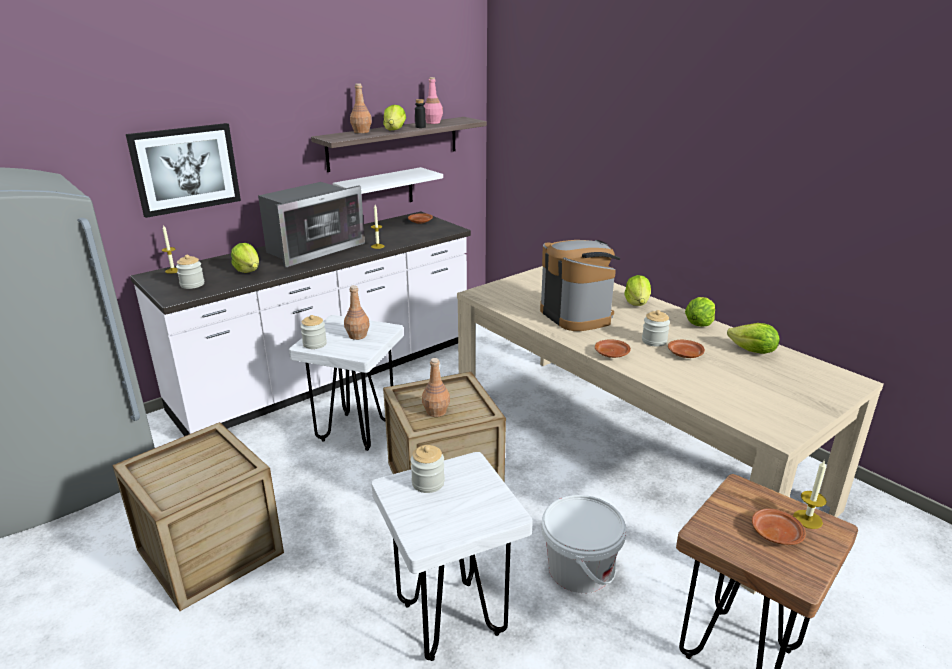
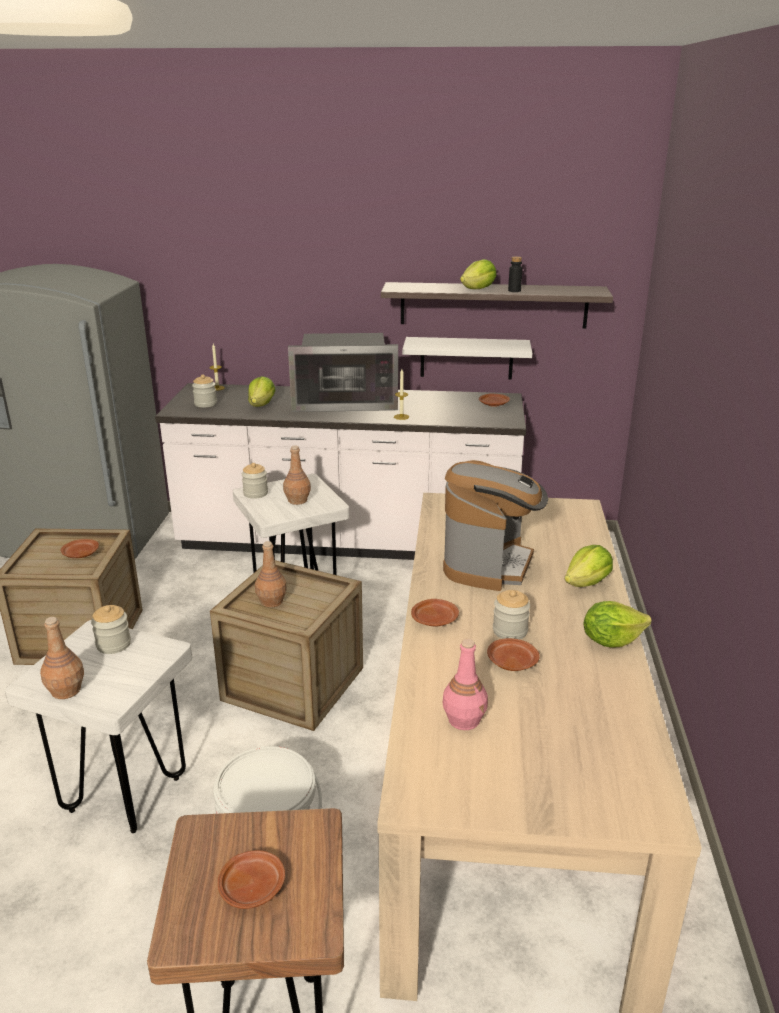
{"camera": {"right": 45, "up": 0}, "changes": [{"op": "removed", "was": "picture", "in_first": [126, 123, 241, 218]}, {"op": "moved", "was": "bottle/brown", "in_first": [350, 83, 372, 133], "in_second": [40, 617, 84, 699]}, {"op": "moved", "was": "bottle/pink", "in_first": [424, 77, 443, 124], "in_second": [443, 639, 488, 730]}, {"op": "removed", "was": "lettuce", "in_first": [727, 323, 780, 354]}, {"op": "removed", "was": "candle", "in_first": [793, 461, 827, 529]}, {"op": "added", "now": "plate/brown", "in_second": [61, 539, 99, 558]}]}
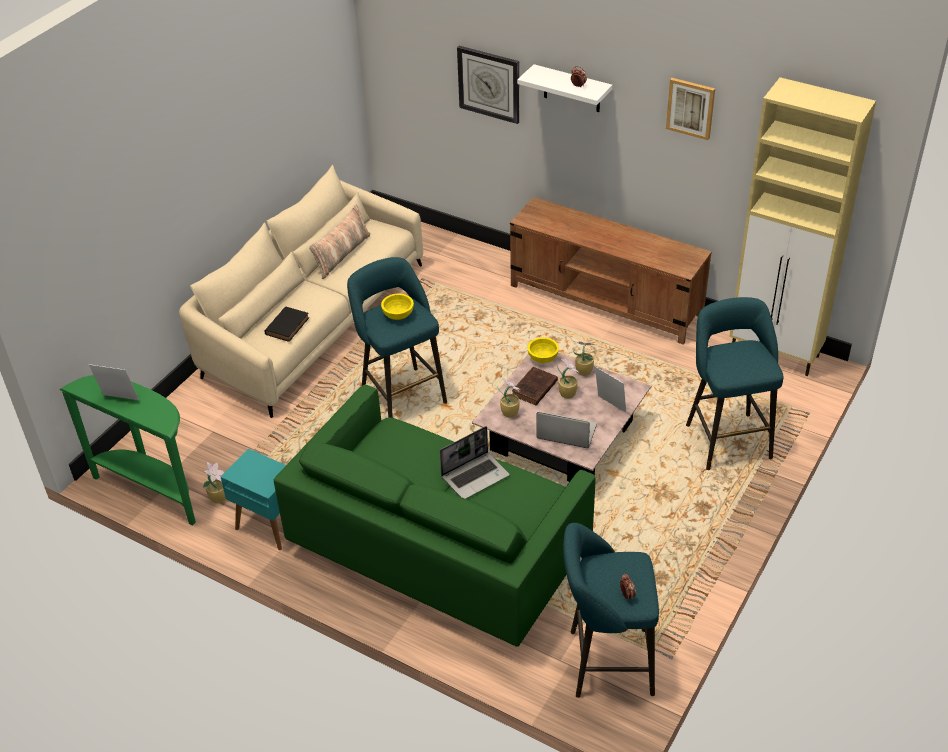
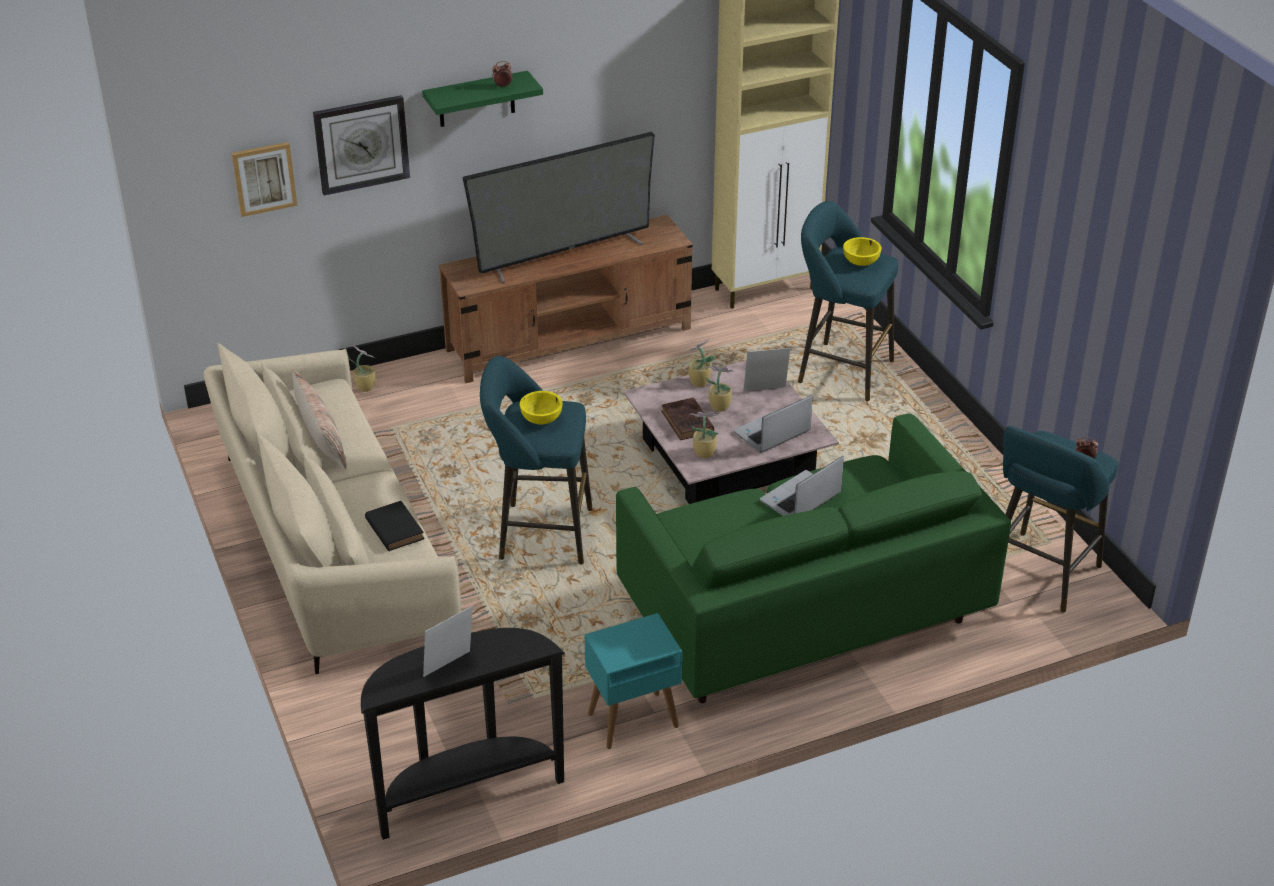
{"camera": {"right": -55, "up": -5}, "changes": [{"op": "recoloured", "was": "console table/green", "now": "console table/black", "in_first": [60, 375, 196, 526], "in_second": [361, 628, 565, 840]}, {"op": "moved", "was": "potted plant", "in_first": [203, 462, 225, 503], "in_second": [348, 345, 376, 392]}, {"op": "turned", "was": "laptop", "in_first": [440, 426, 510, 499], "in_second": [760, 456, 844, 516], "clockwise": -135}, {"op": "recoloured", "was": "shelf/white", "now": "shelf/green", "in_first": [517, 64, 612, 112], "in_second": [422, 71, 543, 127]}, {"op": "moved", "was": "bowl/yellow", "in_first": [527, 337, 559, 363], "in_second": [843, 237, 882, 266]}, {"op": "moved", "was": "picture", "in_first": [666, 78, 715, 140], "in_second": [232, 142, 298, 217]}, {"op": "added", "now": "television", "in_second": [463, 132, 655, 284]}]}
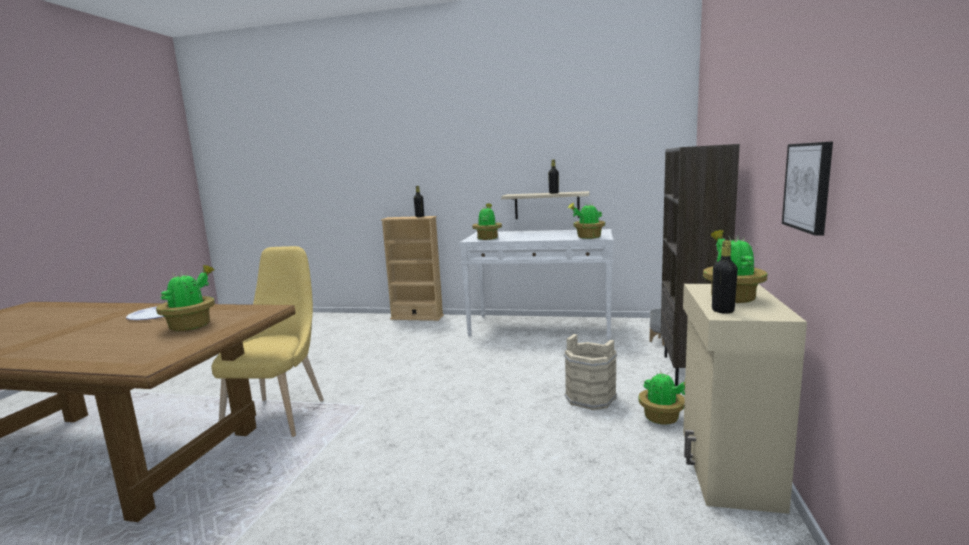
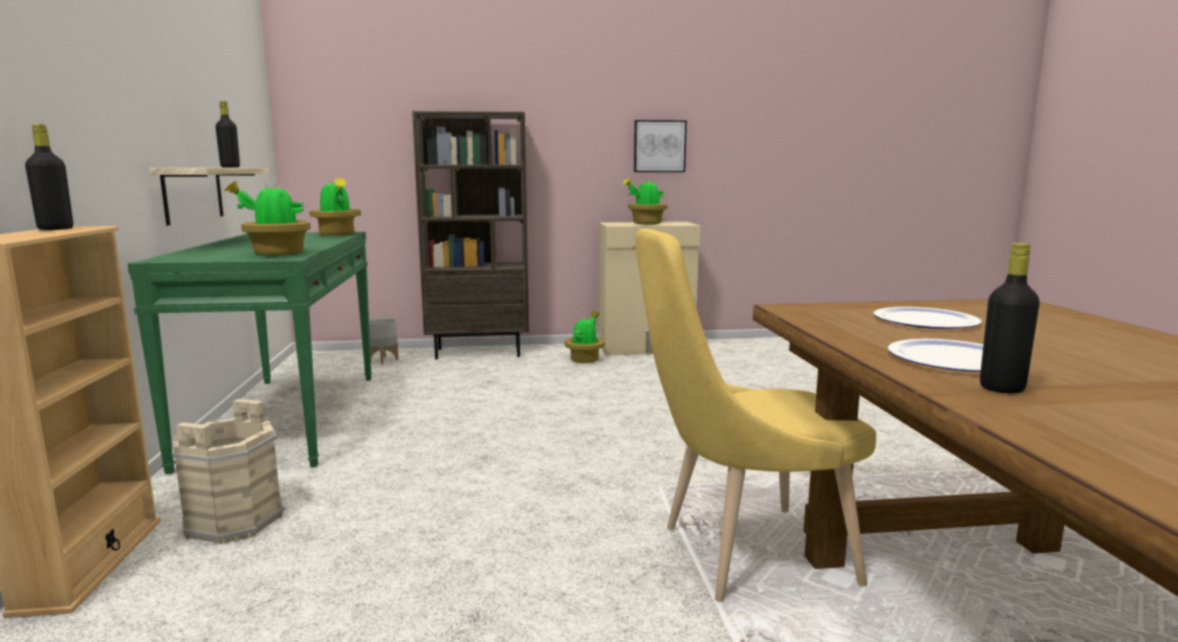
{"camera": {"right": -110, "up": 0}, "changes": [{"op": "replaced", "was": "potted plant", "now": "plate", "in_first": [156, 265, 215, 331], "in_second": [873, 307, 982, 329]}, {"op": "recoloured", "was": "console table/white", "now": "console table/green", "in_first": [459, 229, 614, 340], "in_second": [127, 232, 372, 474]}, {"op": "moved", "was": "bucket/beige", "in_first": [564, 334, 617, 410], "in_second": [172, 399, 285, 544]}, {"op": "moved", "was": "bottle/black", "in_first": [712, 240, 738, 314], "in_second": [980, 243, 1040, 393]}]}
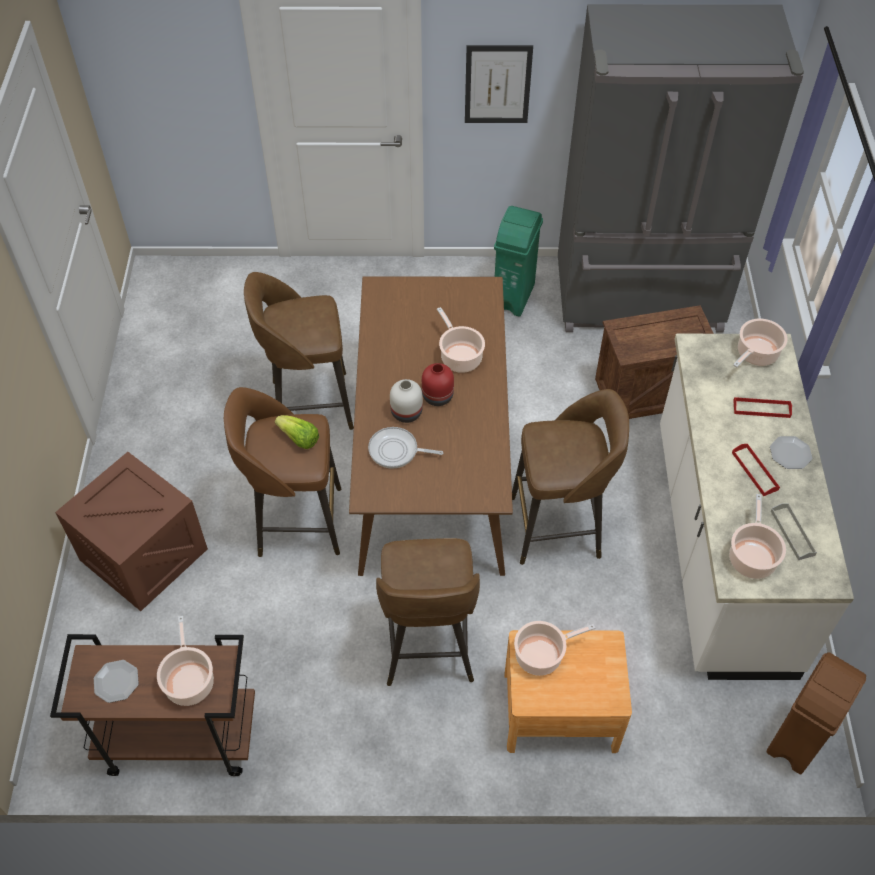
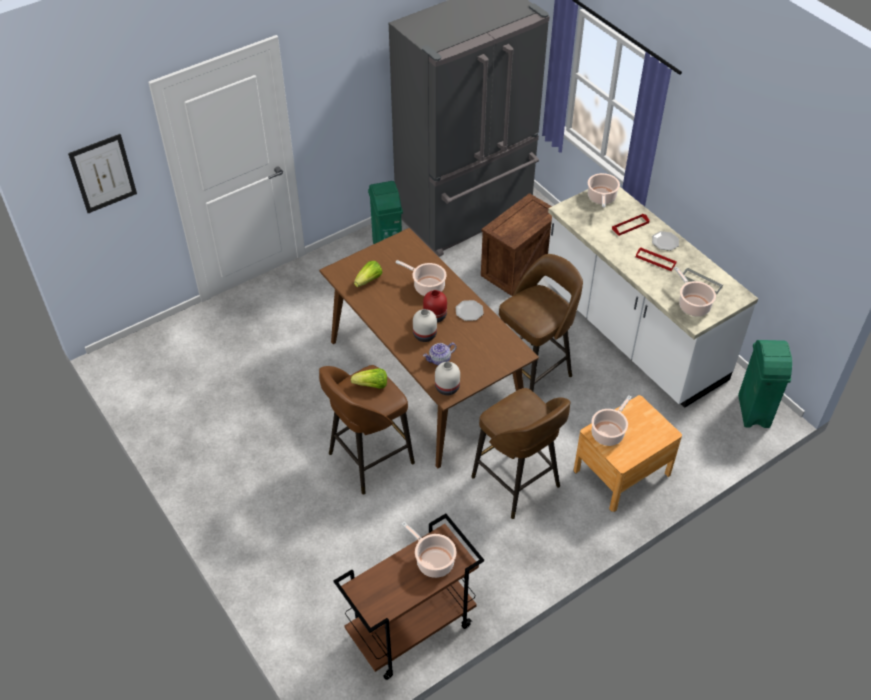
{"camera": {"right": -35, "up": -5}, "changes": [{"op": "removed", "was": "crate", "in_first": [55, 452, 208, 611]}, {"op": "moved", "was": "plate", "in_first": [94, 660, 139, 703], "in_second": [456, 300, 484, 321]}, {"op": "removed", "was": "stool/brown", "in_first": [244, 272, 354, 430]}, {"op": "replaced", "was": "frying pan", "now": "teapot", "in_first": [368, 427, 443, 469], "in_second": [423, 343, 456, 365]}, {"op": "moved", "was": "picture", "in_first": [465, 45, 533, 123], "in_second": [68, 134, 137, 213]}, {"op": "recoloured", "was": "trash can/brown", "now": "trash can/green", "in_first": [767, 652, 866, 774], "in_second": [738, 340, 792, 428]}, {"op": "added", "now": "lettuce", "in_second": [354, 261, 382, 287]}, {"op": "added", "now": "vase/white", "in_second": [435, 362, 460, 395]}]}
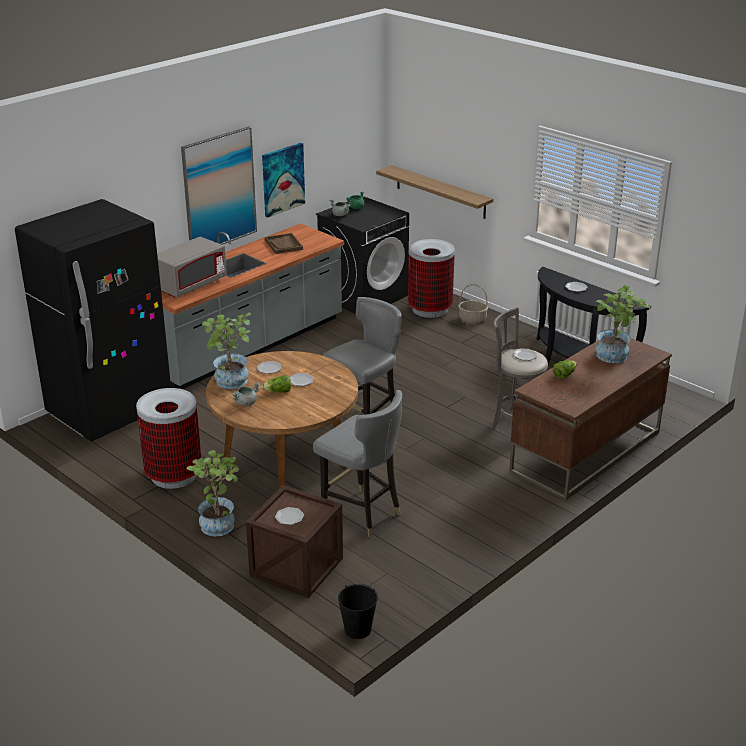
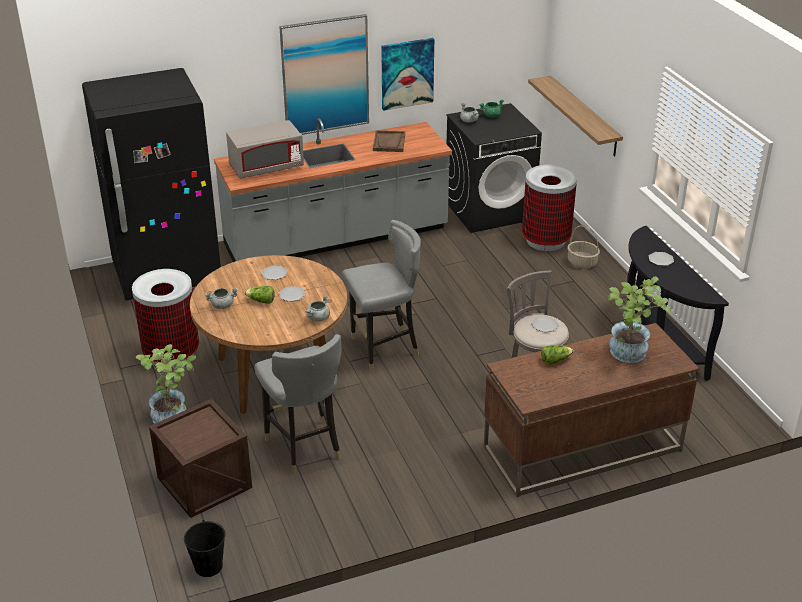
{"camera": {"right": 25, "up": 5}, "changes": [{"op": "removed", "was": "potted plant", "in_first": [202, 313, 251, 389]}, {"op": "removed", "was": "plate", "in_first": [275, 507, 304, 525]}, {"op": "added", "now": "cooking pot/grey", "in_second": [306, 295, 330, 322]}]}
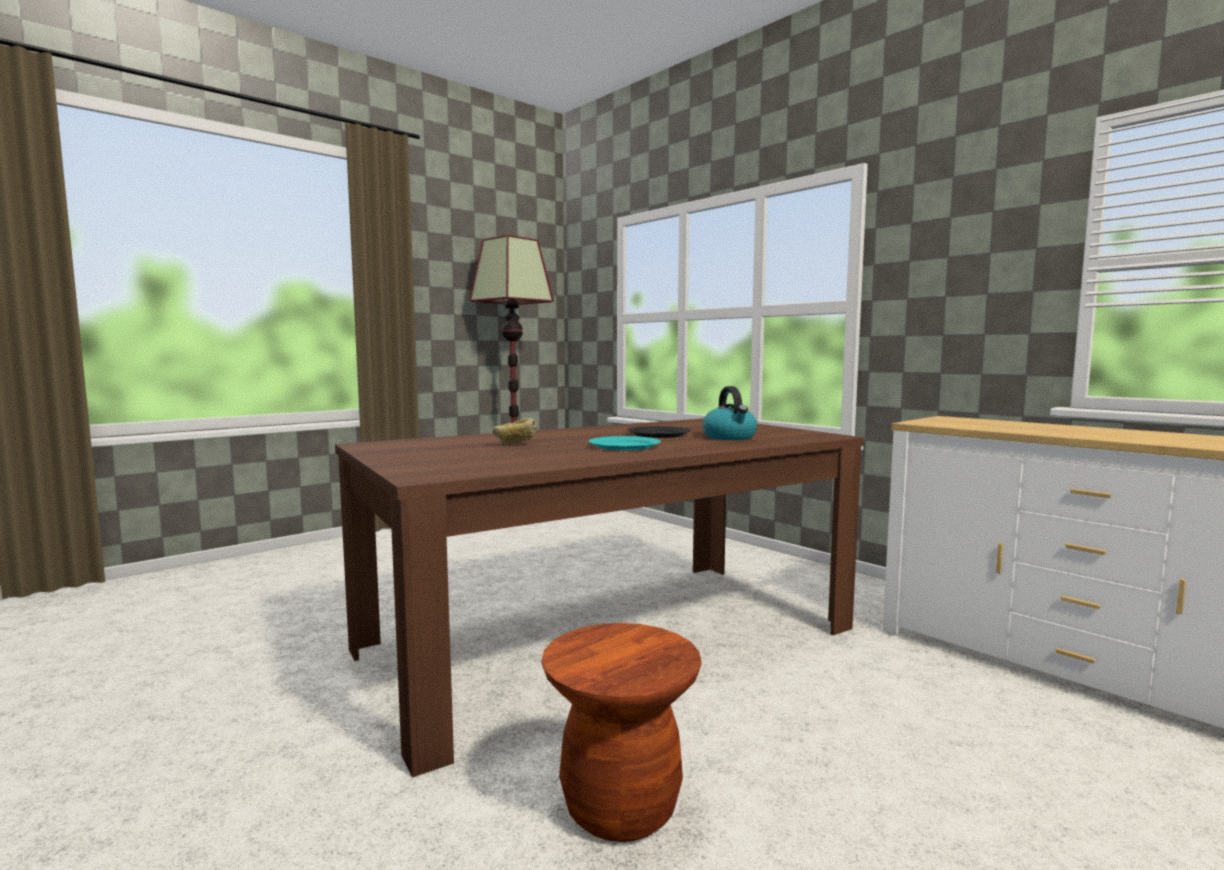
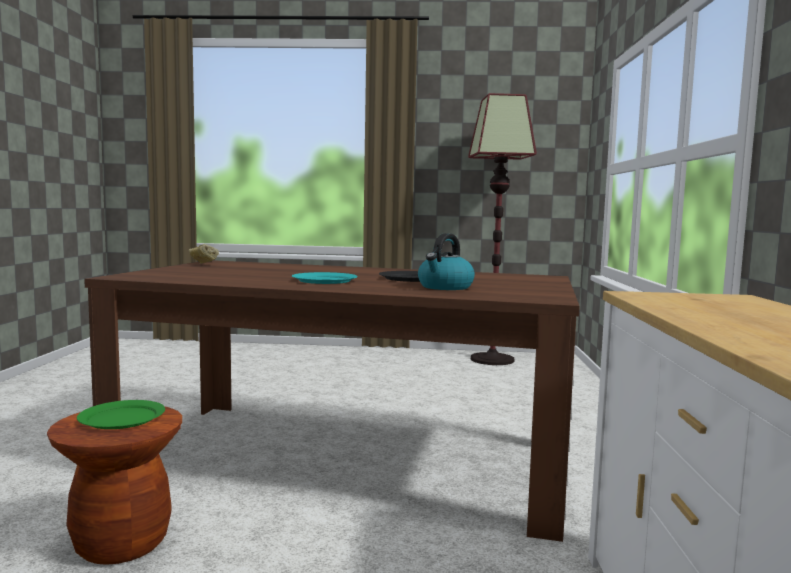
{"camera": {"right": 45, "up": 0}, "changes": [{"op": "moved", "was": "bread", "in_first": [493, 418, 537, 445], "in_second": [189, 244, 219, 264]}, {"op": "added", "now": "plate/green", "in_second": [77, 400, 165, 429]}]}
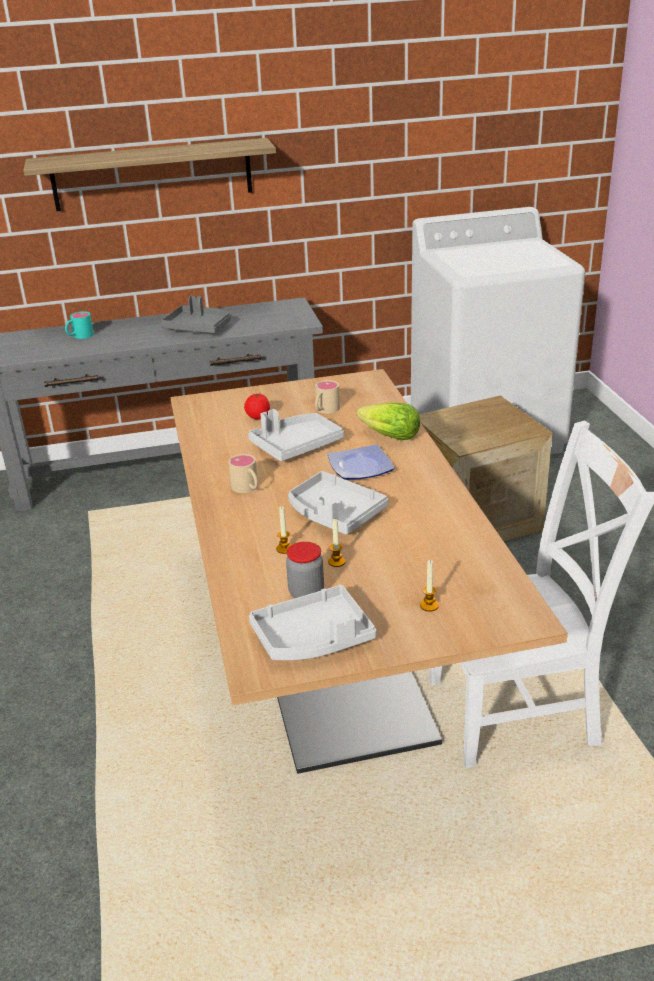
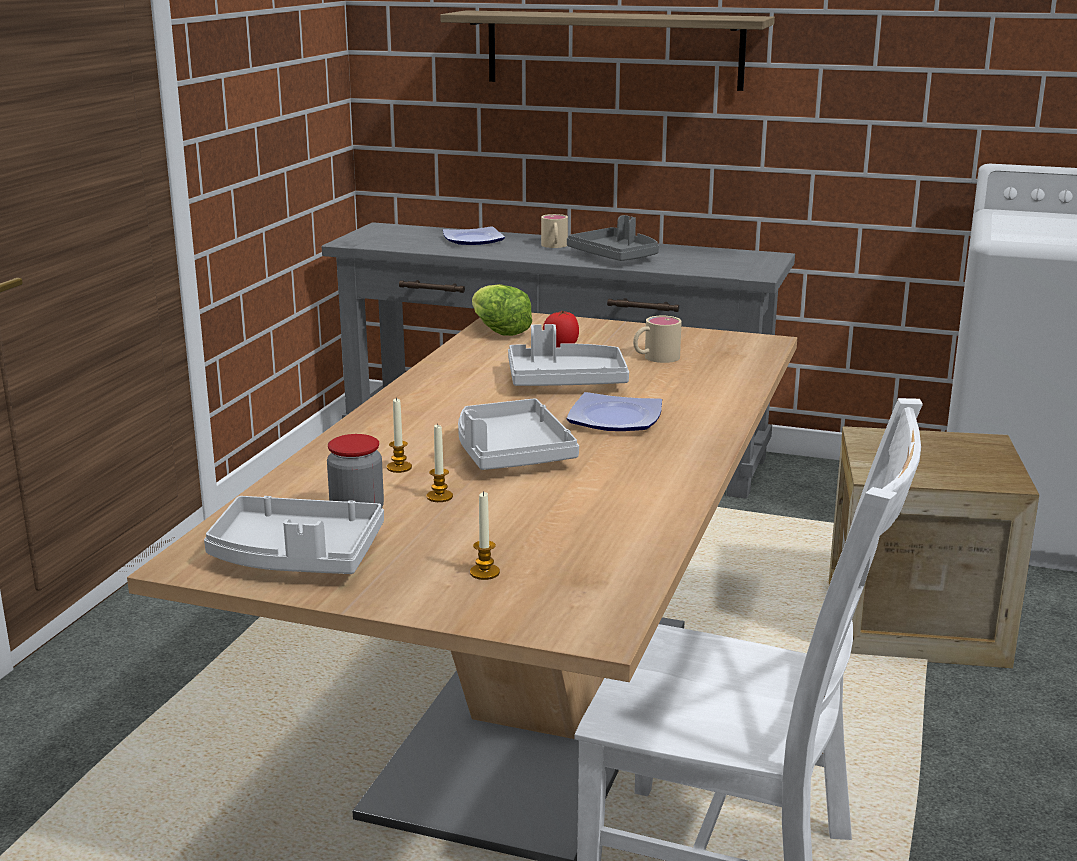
{"camera": {"right": 30, "up": -10}, "changes": [{"op": "replaced", "was": "mug/turquoise", "now": "plate", "in_first": [65, 311, 94, 339], "in_second": [443, 226, 505, 245]}, {"op": "moved", "was": "mug/beige", "in_first": [228, 454, 258, 493], "in_second": [541, 214, 568, 248]}, {"op": "moved", "was": "lettuce", "in_first": [356, 402, 420, 440], "in_second": [472, 284, 532, 336]}]}
